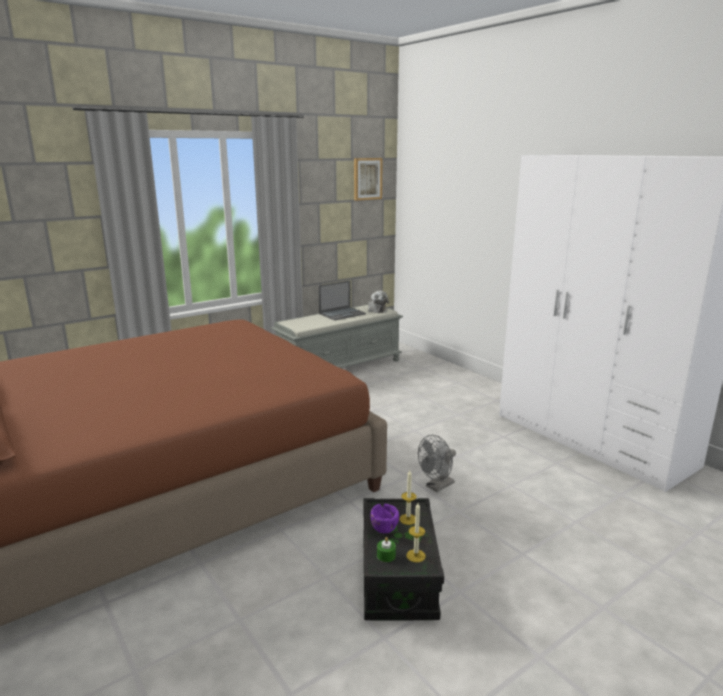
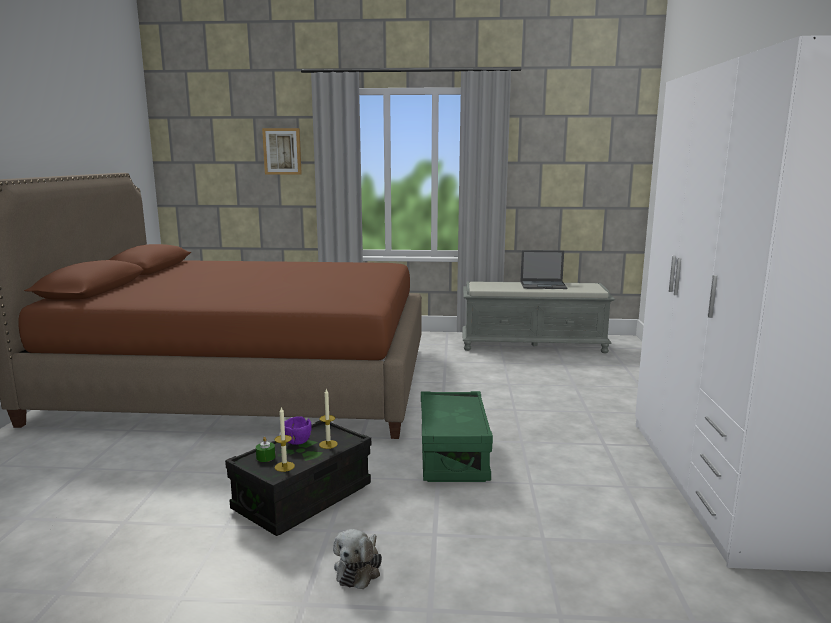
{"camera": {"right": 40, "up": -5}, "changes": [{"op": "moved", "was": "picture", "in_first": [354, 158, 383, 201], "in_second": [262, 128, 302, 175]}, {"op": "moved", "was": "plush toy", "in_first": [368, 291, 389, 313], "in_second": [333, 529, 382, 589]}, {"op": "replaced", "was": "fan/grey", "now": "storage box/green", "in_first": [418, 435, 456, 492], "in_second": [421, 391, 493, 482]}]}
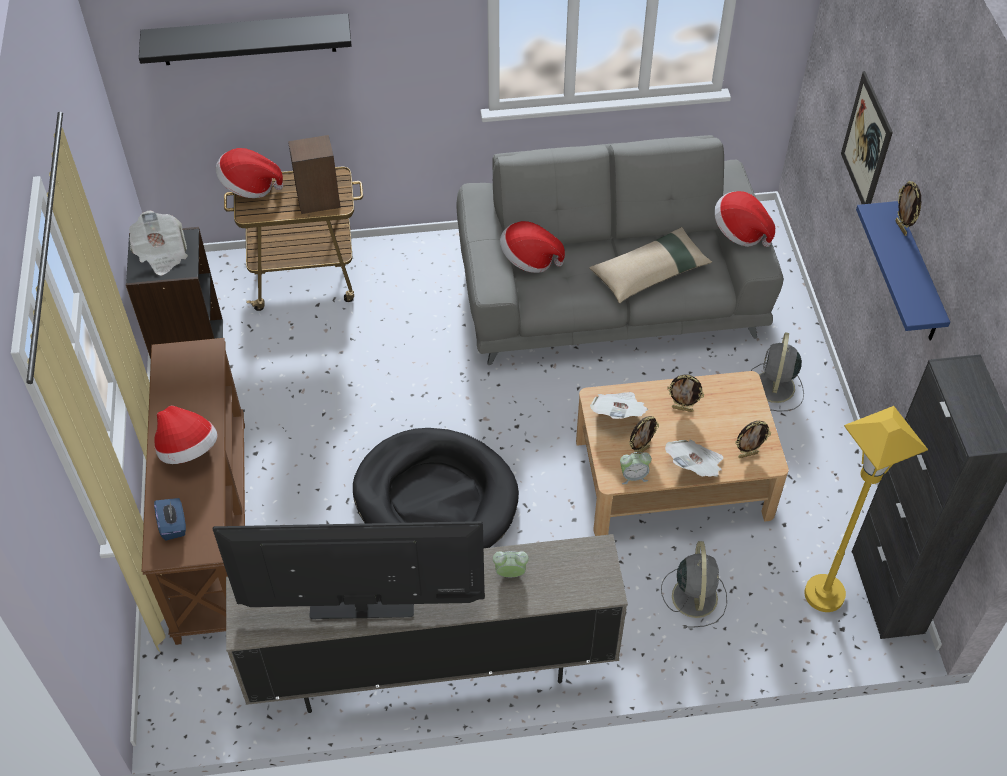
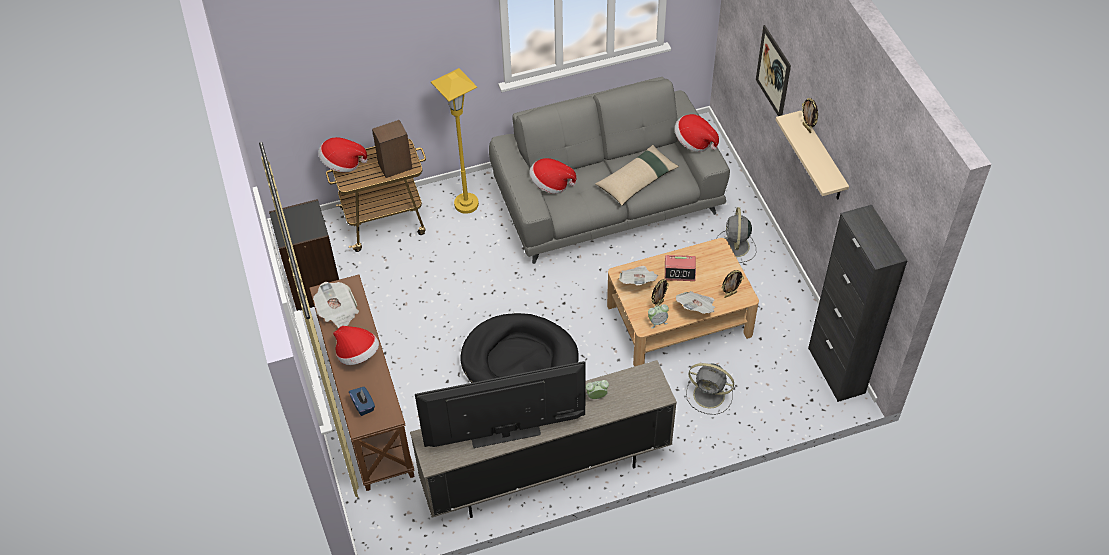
{"camera": {"right": -10, "up": 0}, "changes": [{"op": "moved", "was": "newspaper", "in_first": [129, 210, 188, 275], "in_second": [313, 282, 359, 328]}, {"op": "removed", "was": "shelf/black", "in_first": [139, 13, 352, 65]}, {"op": "turned", "was": "fan/grey", "in_first": [661, 541, 727, 628], "in_second": [686, 363, 734, 415], "clockwise": 120}, {"op": "replaced", "was": "picture frame", "now": "alarm clock", "in_first": [667, 374, 704, 412], "in_second": [665, 255, 696, 281]}, {"op": "moved", "was": "floor lamp/yellow", "in_first": [805, 406, 928, 612], "in_second": [431, 68, 479, 214]}, {"op": "recoloured", "was": "shelf/blue", "now": "shelf/beige", "in_first": [856, 201, 950, 341], "in_second": [776, 111, 849, 199]}]}
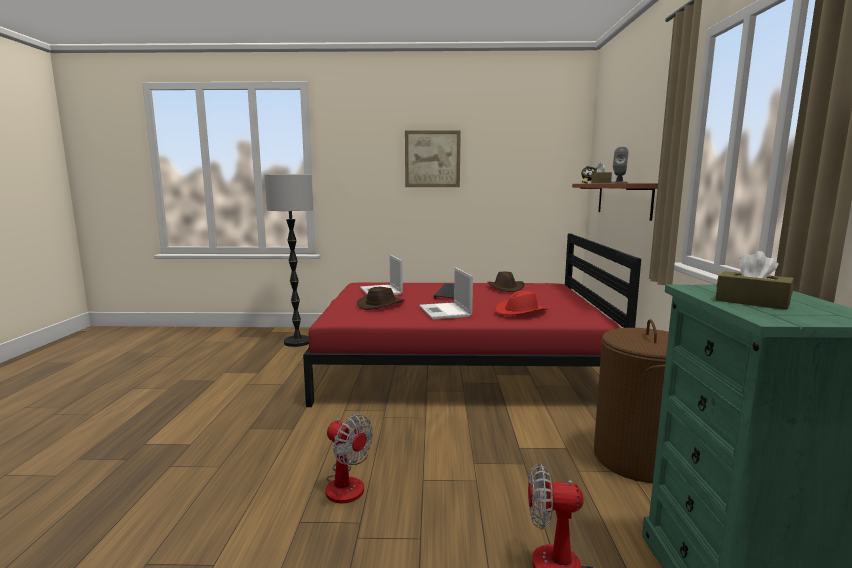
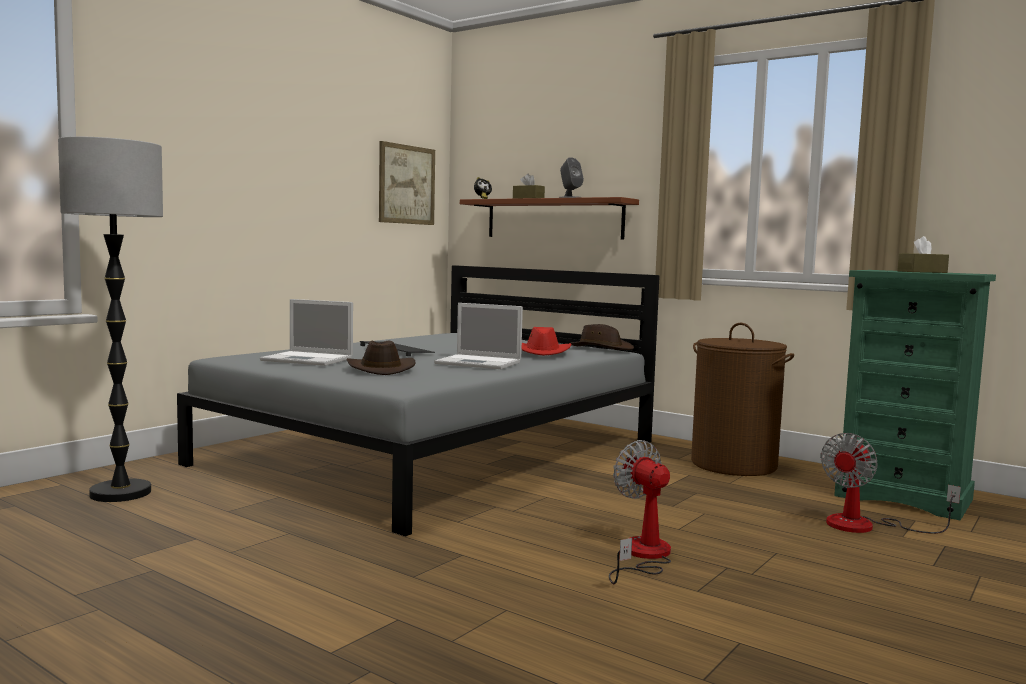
{"camera": {"right": -55, "up": -5}, "changes": [{"op": "recoloured", "was": "bed/red", "now": "bed/grey", "in_first": [303, 233, 641, 407], "in_second": [177, 265, 660, 537]}, {"op": "turned", "was": "fan", "in_first": [326, 412, 373, 504], "in_second": [609, 440, 671, 584], "clockwise": -105}, {"op": "moved", "was": "picture", "in_first": [405, 130, 461, 187], "in_second": [379, 141, 435, 225]}, {"op": "moved", "was": "hat/brown", "in_first": [487, 272, 525, 292], "in_second": [571, 324, 634, 350]}]}
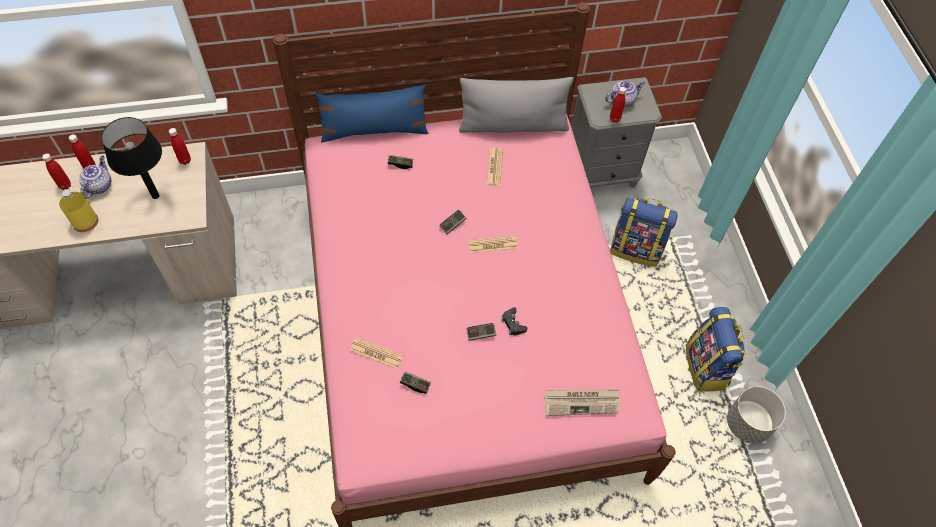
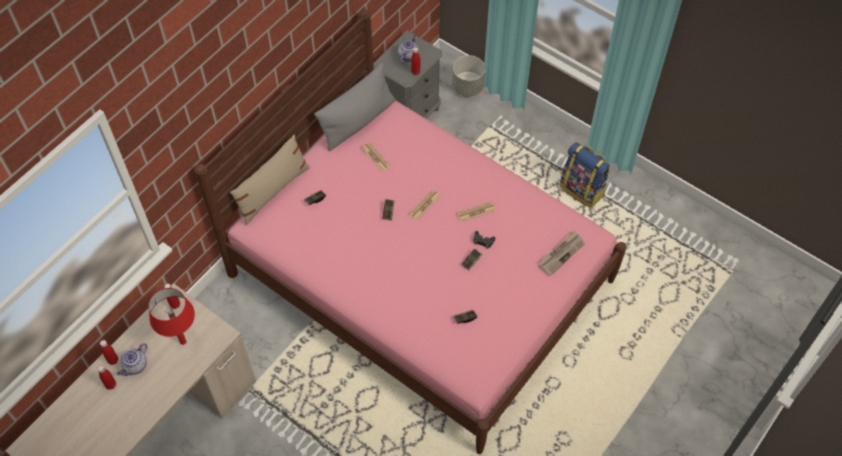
{"camera": {"right": -40, "up": 0}, "changes": [{"op": "removed", "was": "bottle/yellow", "in_first": [59, 190, 98, 232]}, {"op": "turned", "was": "teapot", "in_first": [79, 155, 111, 199], "in_second": [117, 343, 148, 376], "clockwise": -120}, {"op": "recoloured", "was": "table lamp/black", "now": "table lamp/red", "in_first": [101, 117, 162, 199], "in_second": [148, 288, 195, 345]}, {"op": "recoloured", "was": "pillow/blue", "now": "pillow/beige", "in_first": [316, 85, 429, 142], "in_second": [230, 134, 310, 225]}, {"op": "moved", "was": "newspaper", "in_first": [350, 337, 403, 369], "in_second": [457, 201, 496, 222]}, {"op": "removed", "was": "backpack", "in_first": [610, 197, 678, 267]}, {"op": "moved", "was": "planter/grey", "in_first": [727, 386, 786, 444], "in_second": [452, 55, 485, 97]}]}
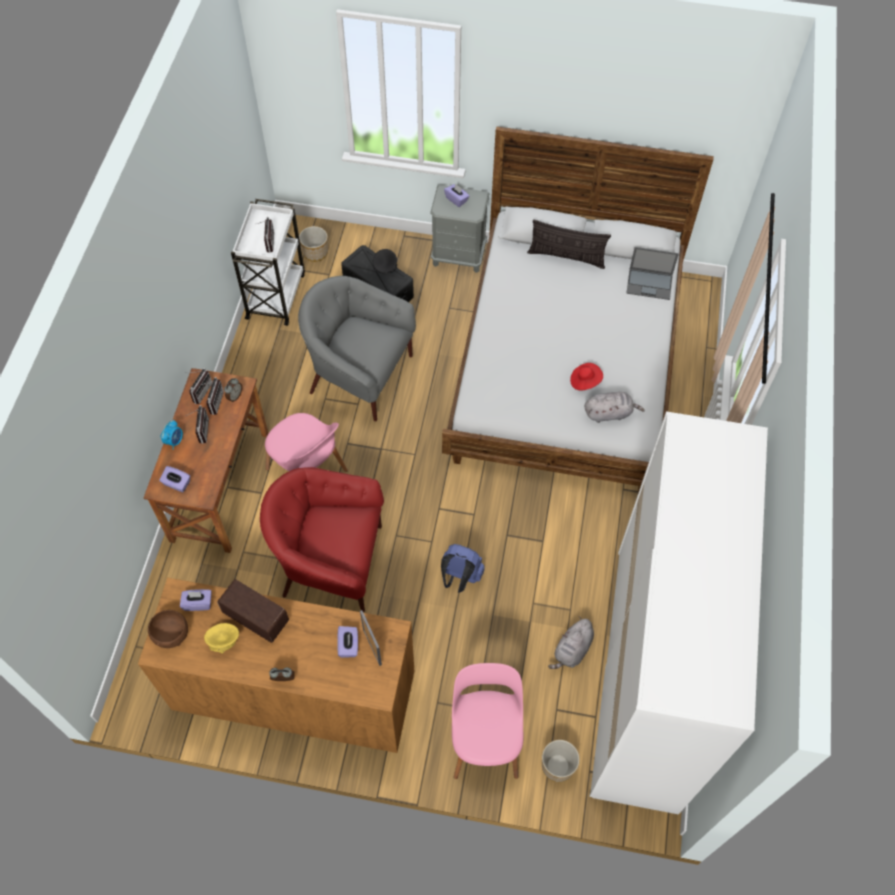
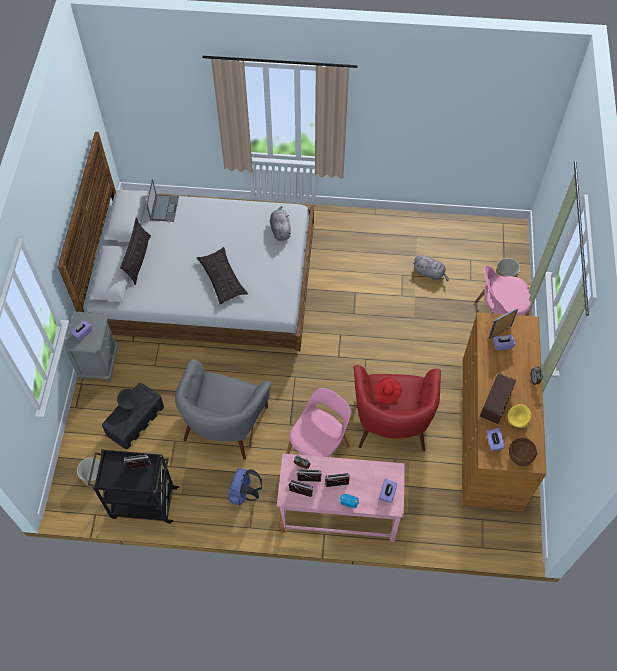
{"camera": {"right": -95, "up": 0}, "changes": [{"op": "recoloured", "was": "desk/brown", "now": "desk/pink", "in_first": [143, 368, 268, 553], "in_second": [277, 453, 405, 542]}, {"op": "recoloured", "was": "cart/white", "now": "cart/black", "in_first": [231, 199, 305, 326], "in_second": [88, 449, 179, 524]}, {"op": "moved", "was": "backpack/blue", "in_first": [441, 544, 485, 593], "in_second": [228, 468, 262, 505]}, {"op": "moved", "was": "hat/red", "in_first": [570, 363, 603, 390], "in_second": [375, 377, 402, 404]}, {"op": "removed", "was": "wardrobe/white", "in_first": [589, 411, 768, 814]}, {"op": "added", "now": "pillow", "in_second": [197, 247, 248, 304]}]}
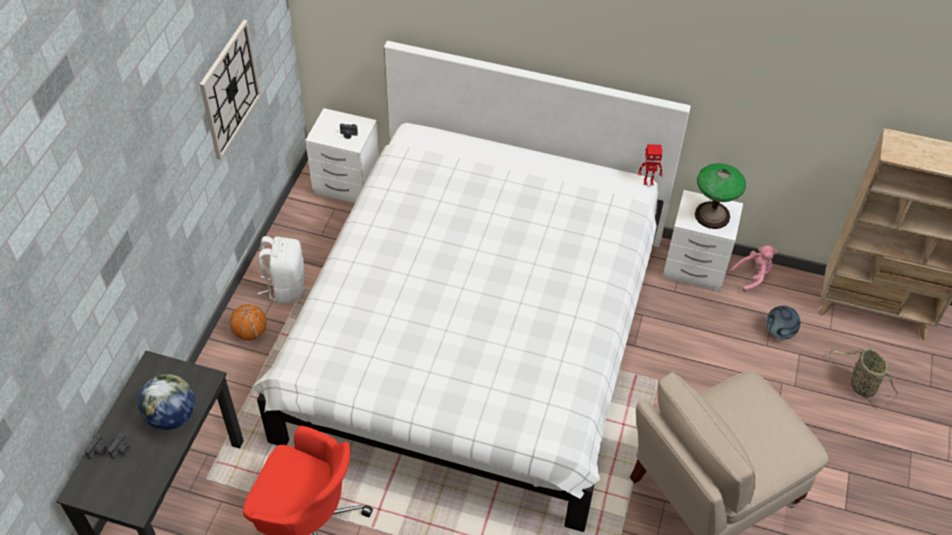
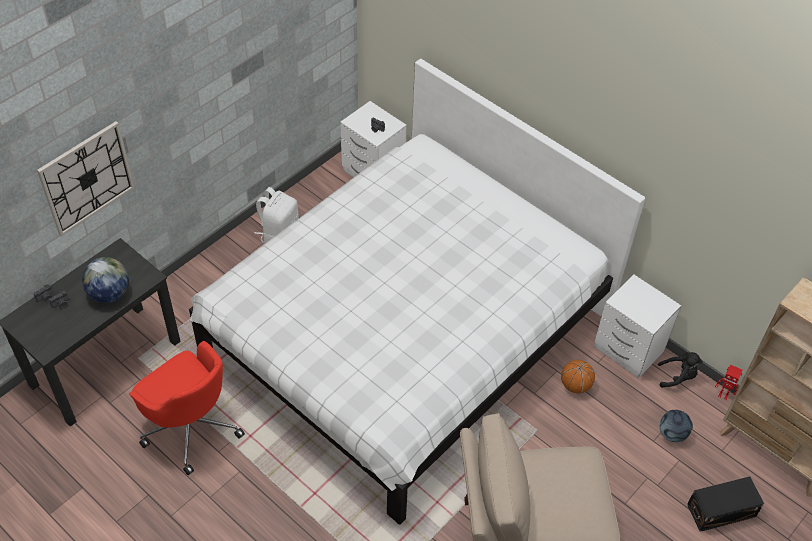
{"camera": {"right": 25, "up": 0}, "changes": [{"op": "moved", "was": "wall clock", "in_first": [200, 20, 261, 160], "in_second": [37, 121, 135, 236]}, {"op": "moved", "was": "basketball", "in_first": [230, 304, 267, 341], "in_second": [561, 360, 595, 394]}, {"op": "moved", "was": "toy robot", "in_first": [638, 144, 663, 186], "in_second": [715, 365, 742, 400]}, {"op": "removed", "was": "table lamp", "in_first": [695, 163, 746, 229]}, {"op": "recoloured", "was": "plush toy/pink", "now": "plush toy/black", "in_first": [730, 245, 778, 292], "in_second": [658, 352, 703, 387]}, {"op": "replaced", "was": "basket", "now": "storage box/black", "in_first": [828, 349, 898, 409], "in_second": [687, 477, 764, 532]}]}
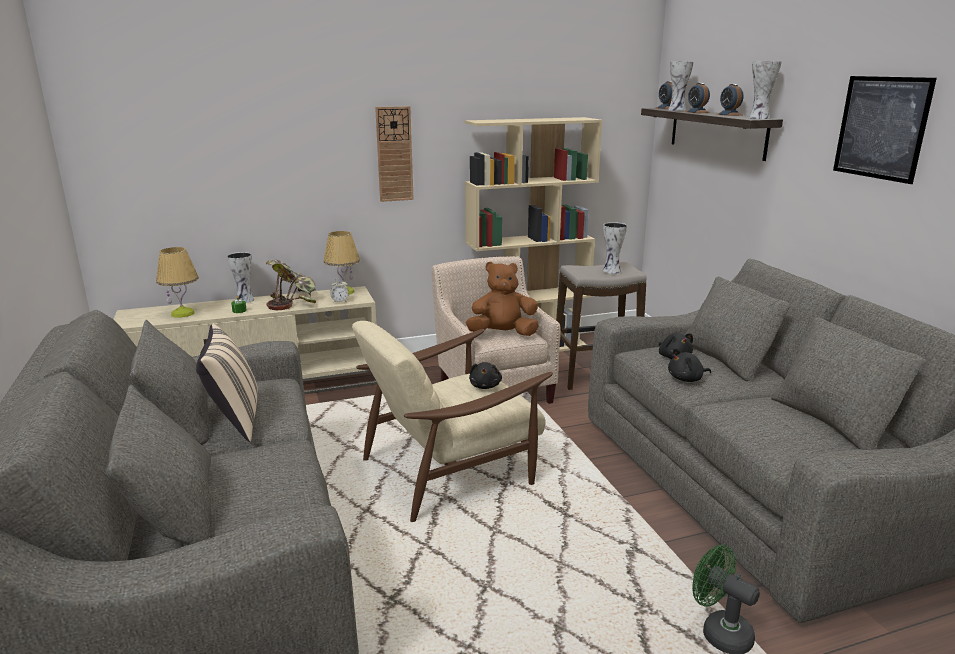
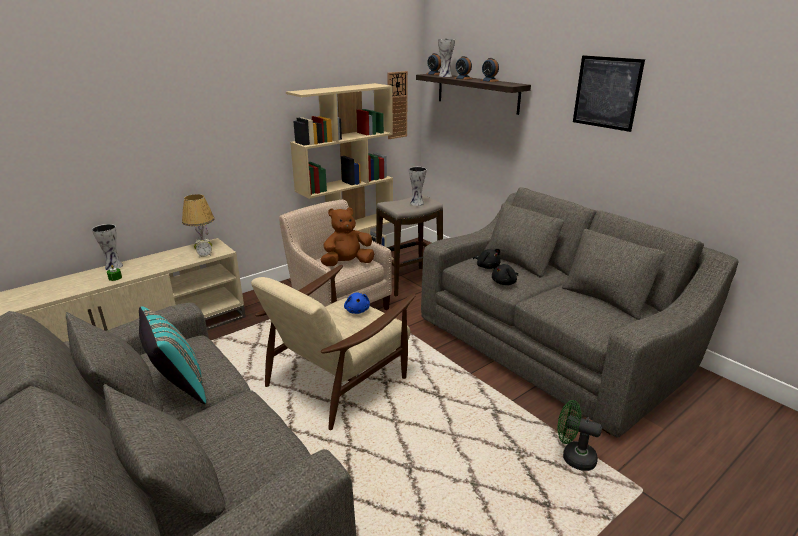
{"camera": {"right": -20, "up": 5}, "changes": [{"op": "removed", "was": "table lamp", "in_first": [156, 247, 199, 318]}, {"op": "recoloured", "was": "pillow/beige", "now": "pillow/turquoise", "in_first": [196, 324, 258, 442], "in_second": [139, 306, 206, 404]}, {"op": "removed", "was": "potted plant", "in_first": [266, 260, 316, 310]}, {"op": "moved", "was": "wall clock", "in_first": [375, 106, 414, 202], "in_second": [387, 71, 408, 139]}, {"op": "recoloured", "was": "plush toy/black", "now": "plush toy/blue", "in_first": [469, 362, 502, 389], "in_second": [344, 293, 370, 314]}, {"op": "removed", "was": "vase", "in_first": [748, 62, 781, 119]}]}
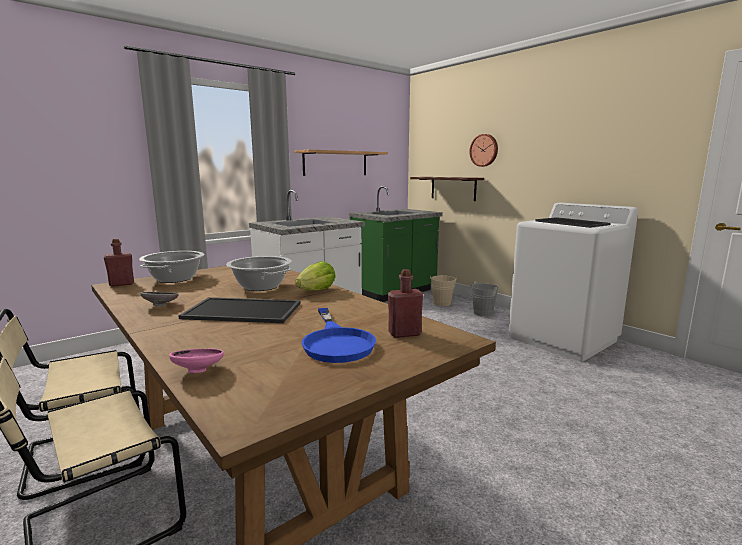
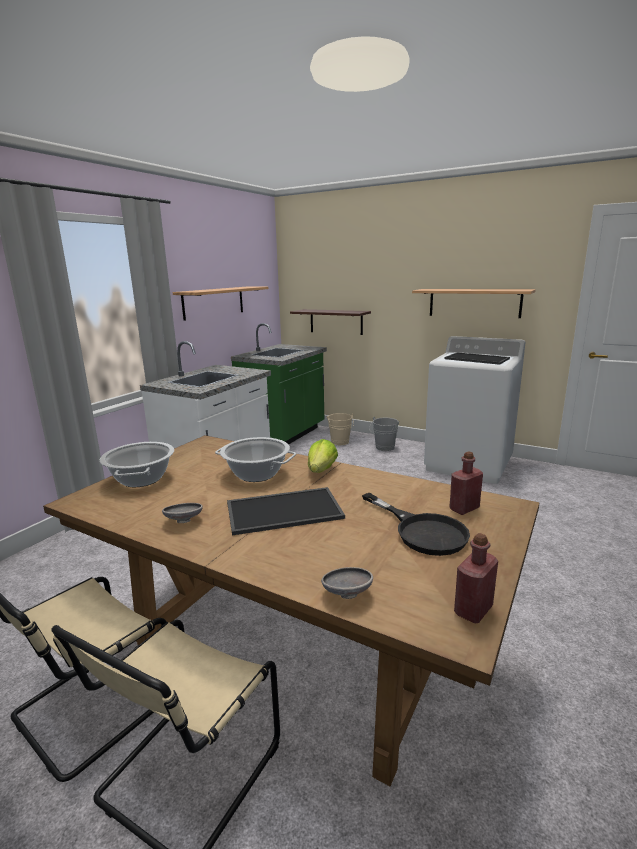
{"camera": {"right": -20, "up": 5}, "changes": [{"op": "moved", "was": "bottle/red", "in_first": [104, 239, 134, 287], "in_second": [454, 533, 498, 623]}, {"op": "recoloured", "was": "bowl/pink", "now": "bowl/grey", "in_first": [169, 348, 224, 373], "in_second": [321, 567, 373, 599]}, {"op": "recoloured", "was": "frying pan/blue", "now": "frying pan/black", "in_first": [302, 308, 376, 363], "in_second": [362, 493, 470, 556]}, {"op": "removed", "was": "wall clock", "in_first": [469, 134, 498, 167]}, {"op": "added", "now": "shelf", "in_second": [412, 289, 536, 318]}]}
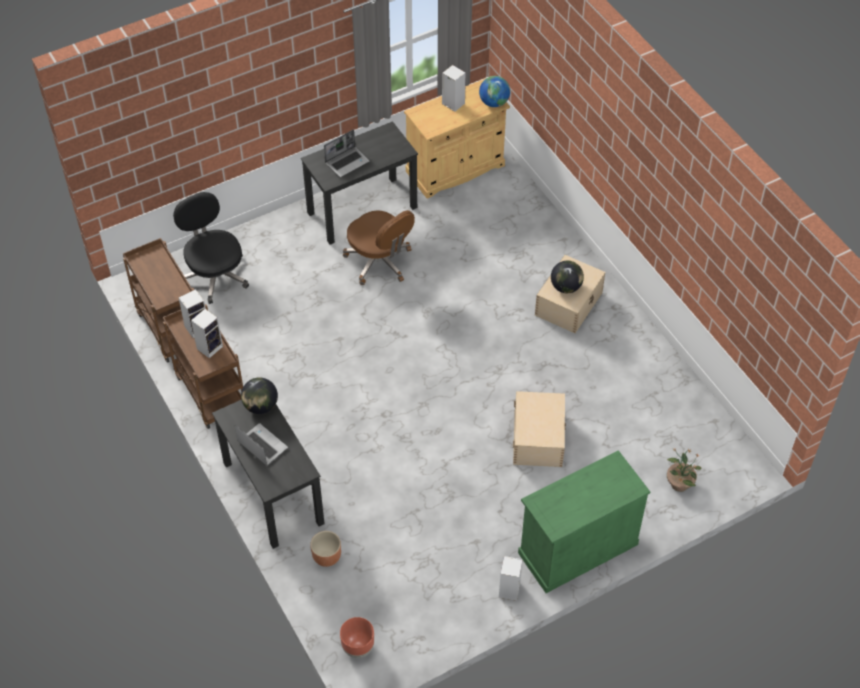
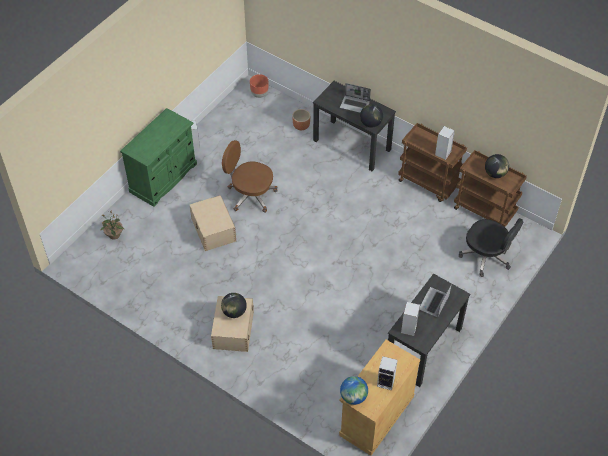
{"camera": {"right": 155, "up": 0}, "changes": [{"op": "moved", "was": "speaker", "in_first": [191, 309, 223, 358], "in_second": [401, 302, 420, 336]}, {"op": "moved", "was": "office chair/brown", "in_first": [343, 210, 415, 285], "in_second": [222, 140, 277, 213]}, {"op": "added", "now": "globe", "in_second": [485, 154, 509, 178]}]}
